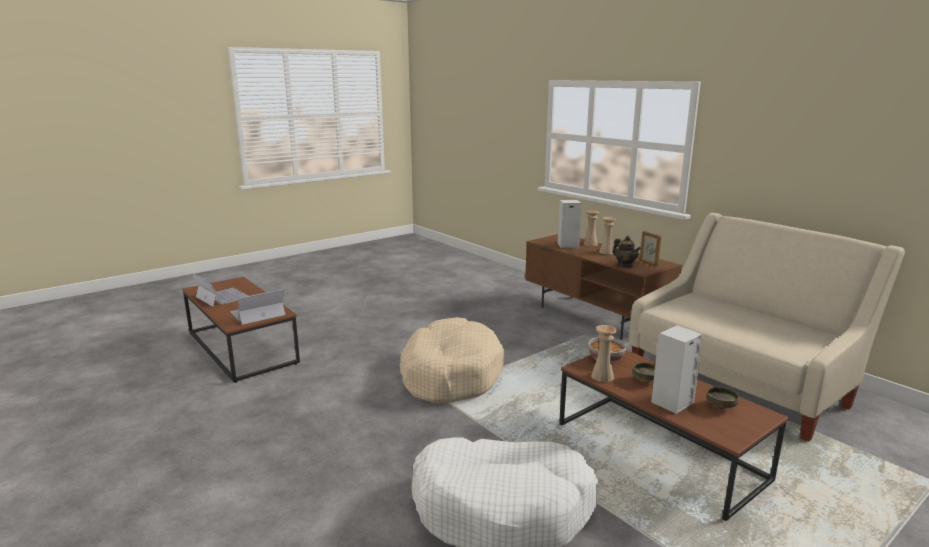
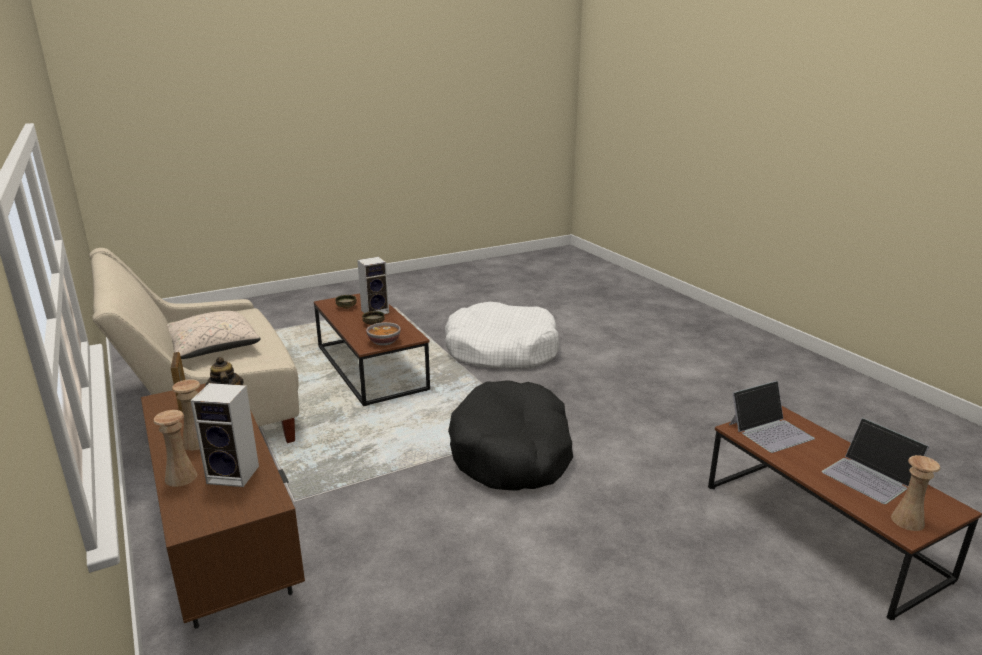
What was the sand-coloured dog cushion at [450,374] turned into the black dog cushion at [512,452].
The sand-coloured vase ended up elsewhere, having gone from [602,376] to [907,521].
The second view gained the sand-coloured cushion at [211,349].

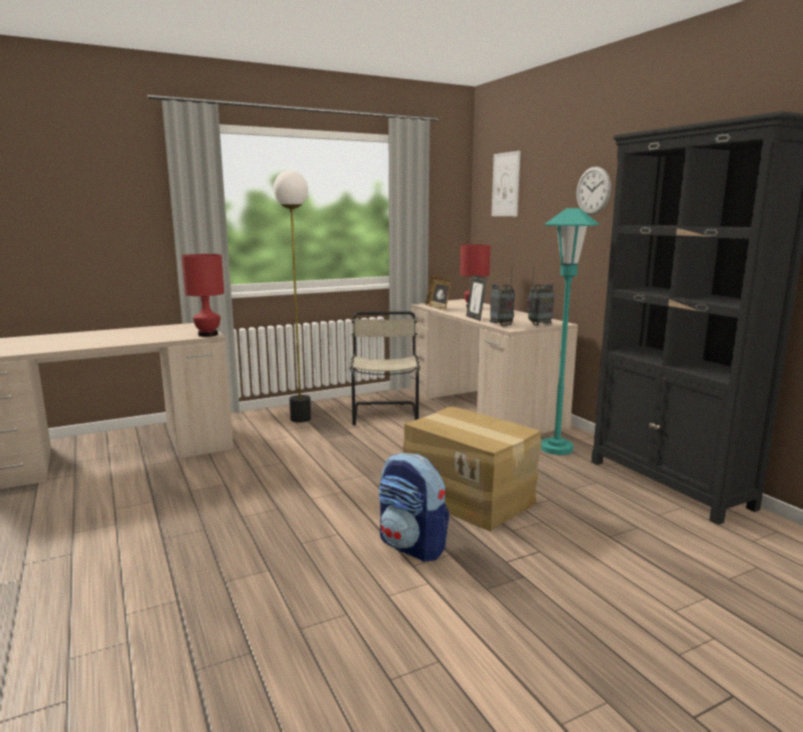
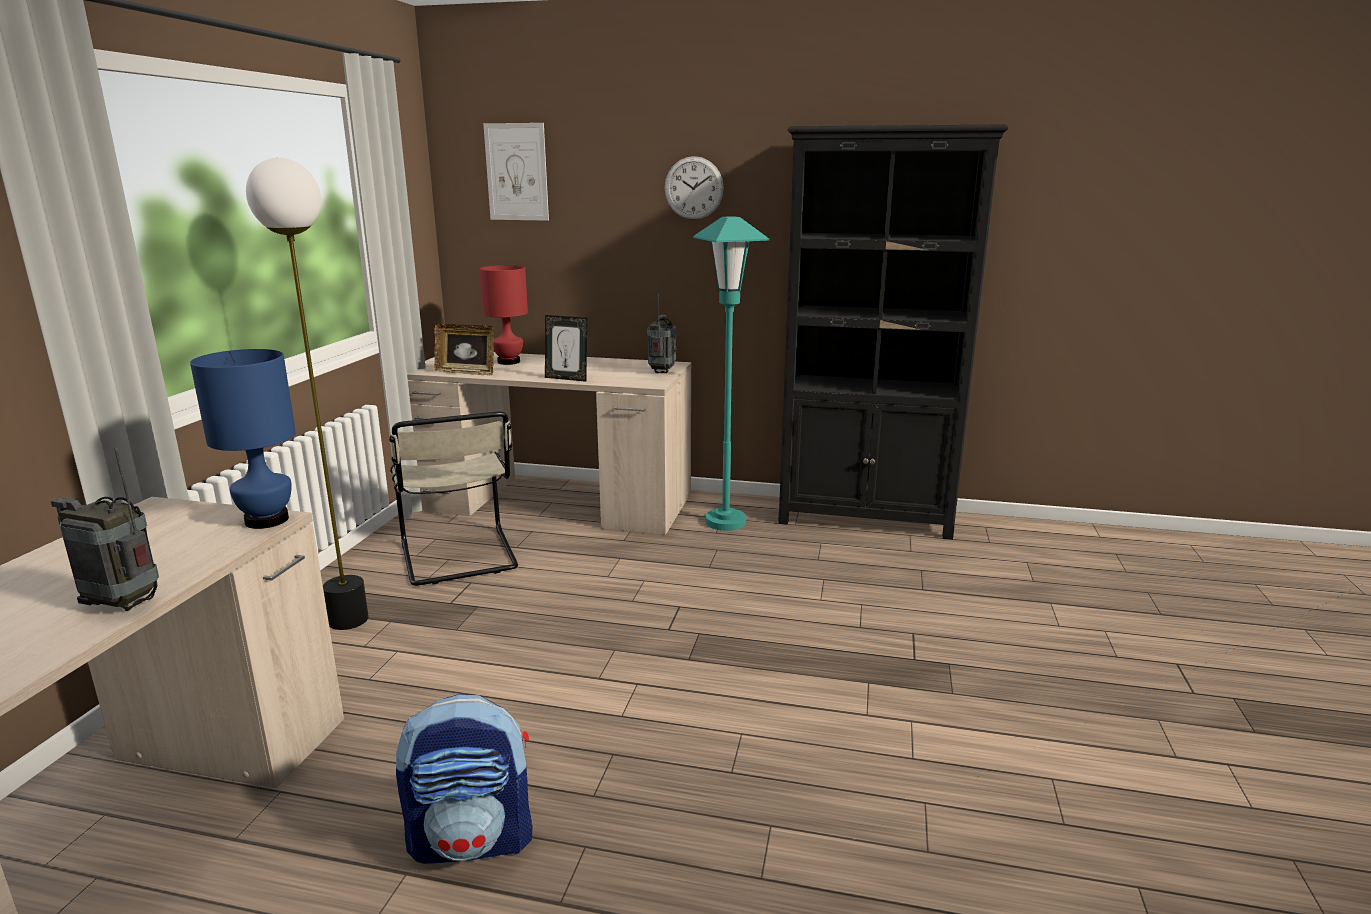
What was the red-coloured lamp for a table at [208,334] turned into the blue-coloured lamp for a table at [267,520].
The radio receiver ended up elsewhere, having gone from [501,325] to [123,604].
The sand-coloured upright chair at [385,413] ended up facing another way, 150 degrees counterclockwise from before.
The second view lost the packing box at [470,497].
The knapsack ended up elsewhere, having gone from [412,546] to [473,840].

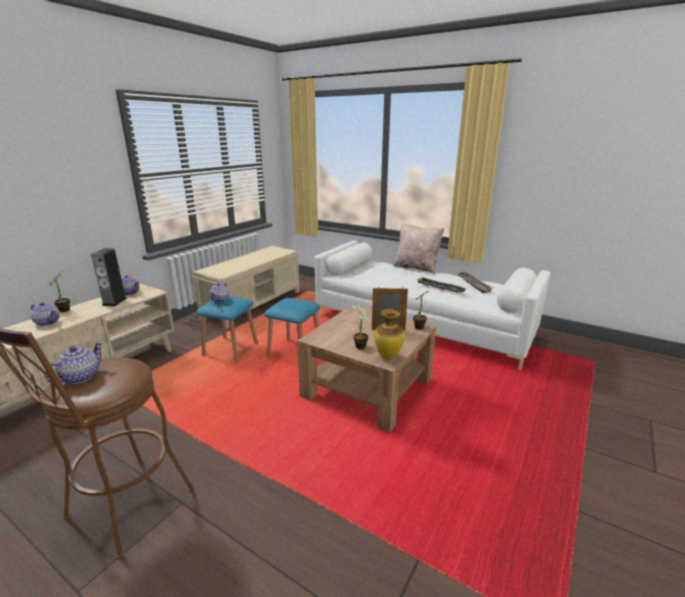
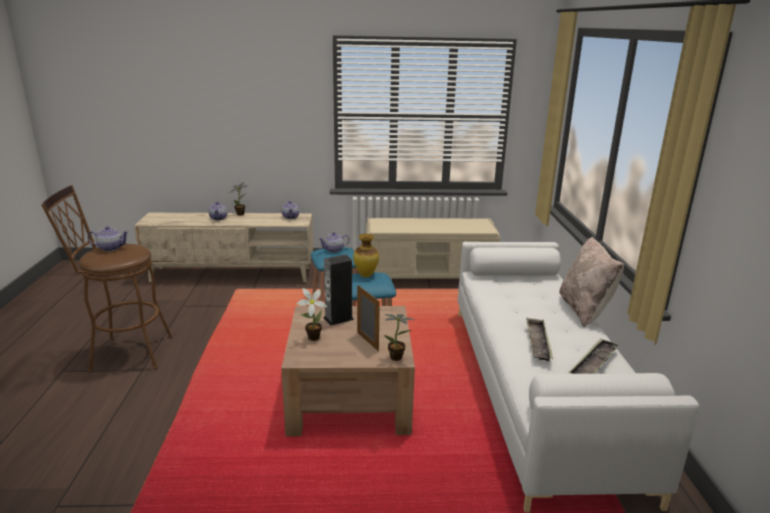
The audio speaker ended up elsewhere, having gone from [114,301] to [338,318].
The vase ended up elsewhere, having gone from [388,357] to [365,275].

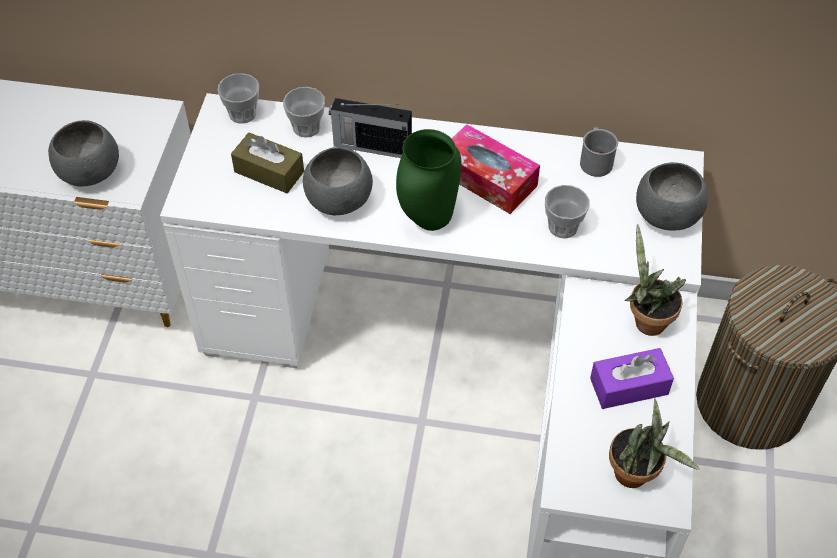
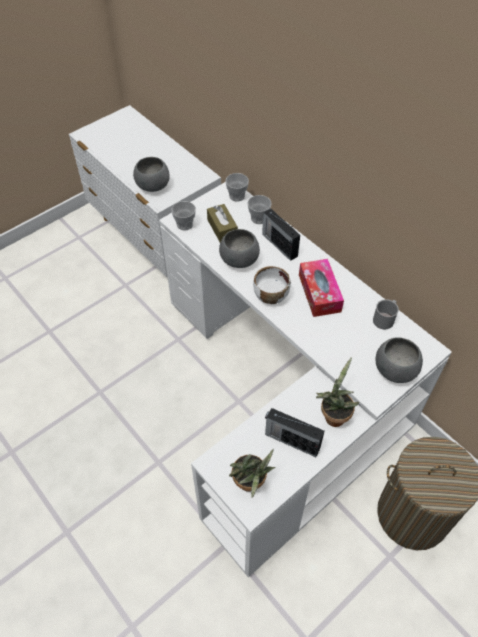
Where the green-coloured vase stood at [429,221], the white bowl came to stand at [270,295].
The small cup ended up elsewhere, having gone from [563,227] to [185,224].
Where the purple-coloured tissue box stood at [629,386], the radio receiver came to stand at [291,440].

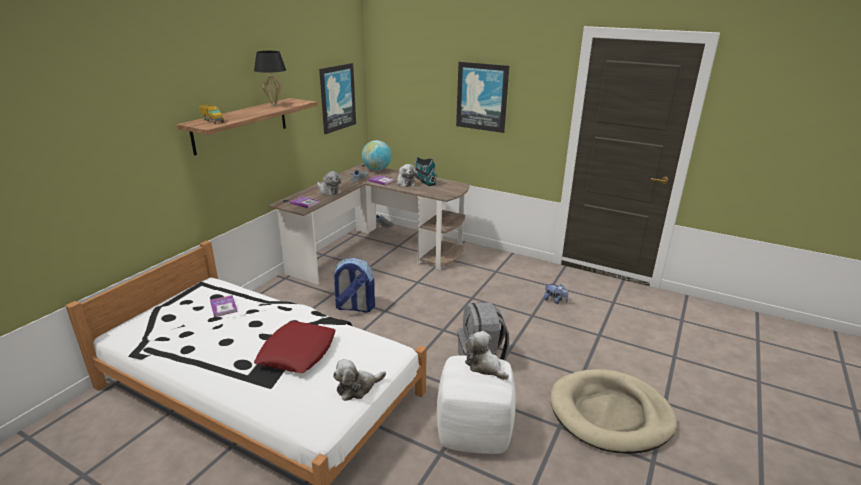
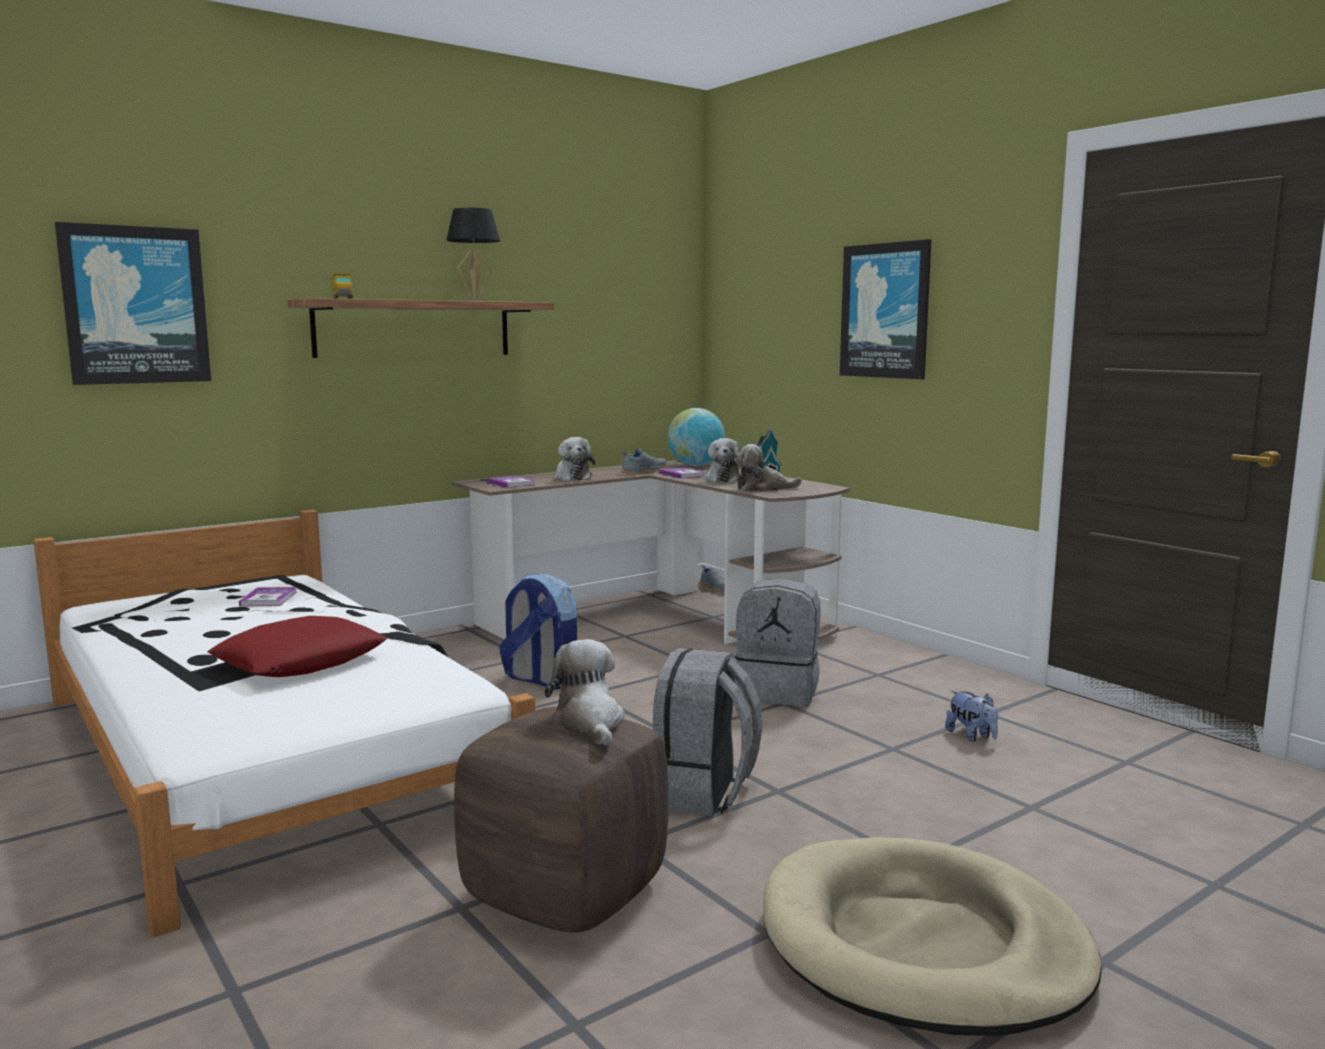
The picture ended up elsewhere, having gone from [337,98] to [136,305].
What was the white footrest at [474,432] turned into the brown-coloured footrest at [566,893].
The cuddly toy ended up elsewhere, having gone from [357,388] to [763,489].
The second view gained the greyish knapsack at [778,692].

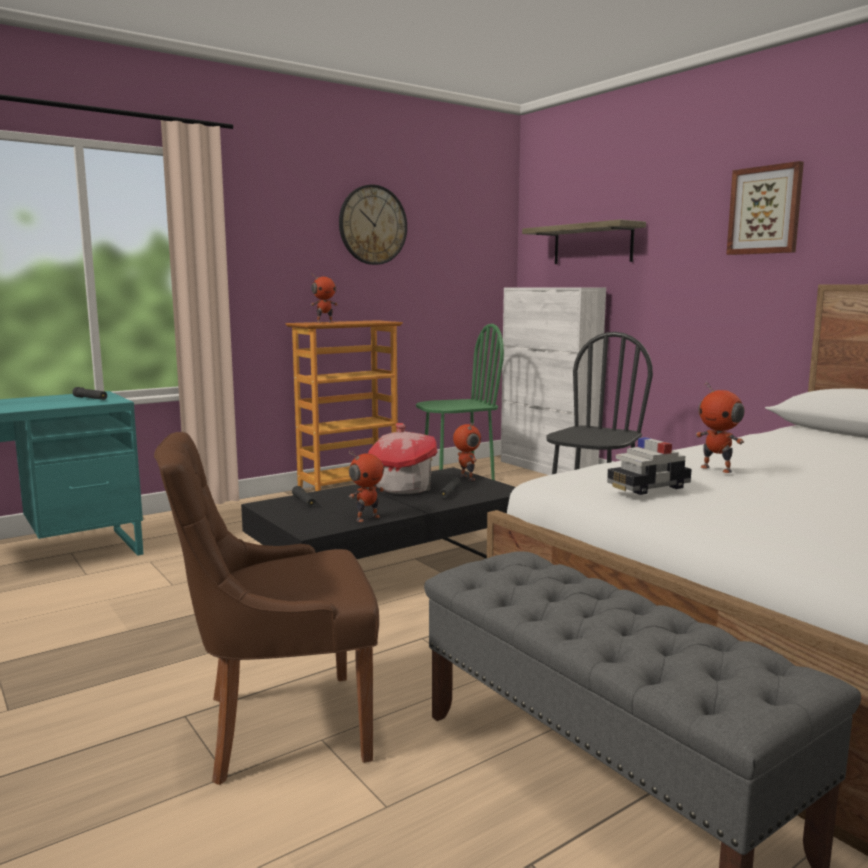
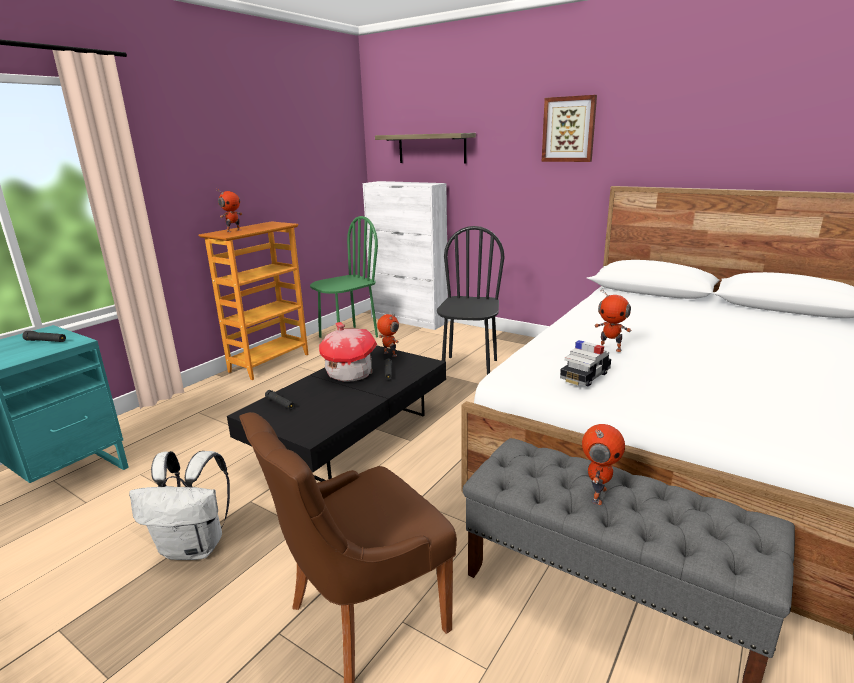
The second view lost the clock on the wall at [372,225].
The robot figure ended up elsewhere, having gone from [367,518] to [597,494].
The second view gained the white knapsack at [195,547].

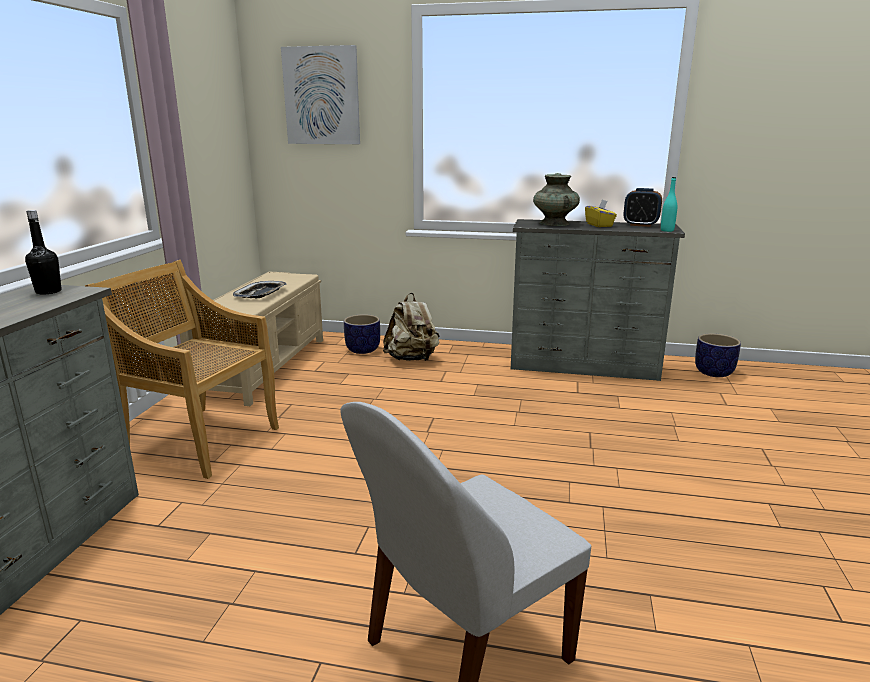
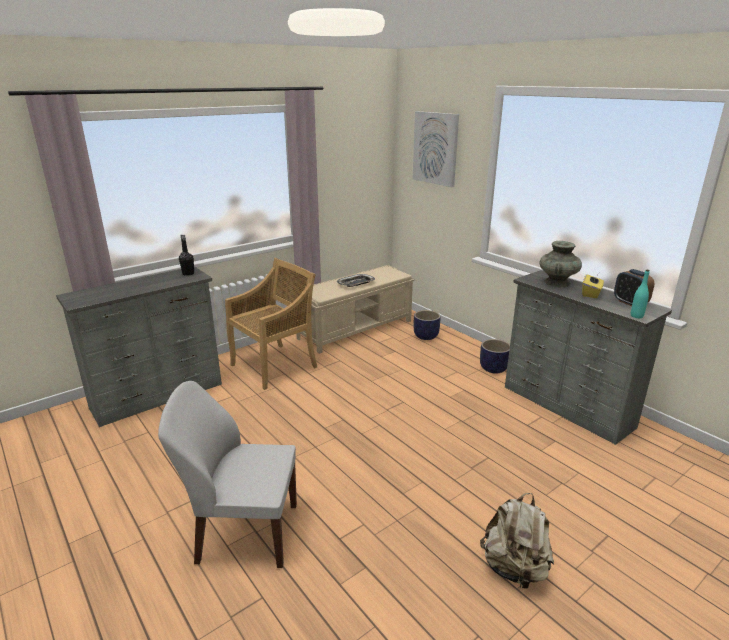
The sand-coloured upright chair at [201,440] ended up facing another way, 75 degrees clockwise from before.
The sand-coloured knapsack ended up elsewhere, having gone from [412,359] to [514,568].
The planter ended up elsewhere, having gone from [714,372] to [493,369].

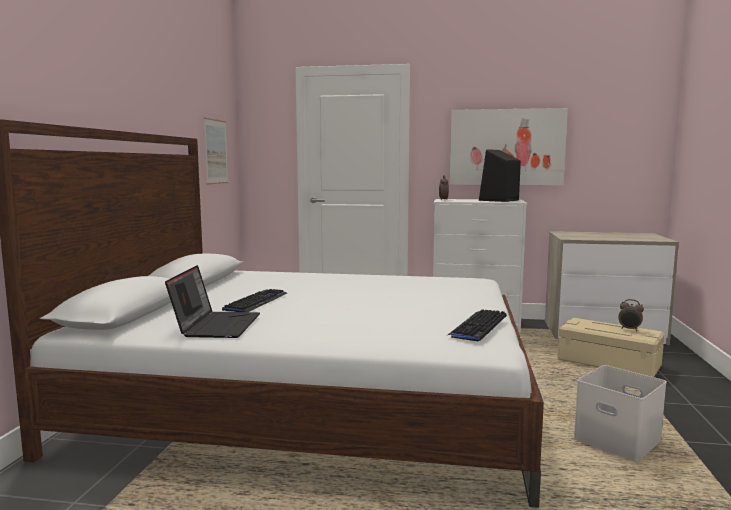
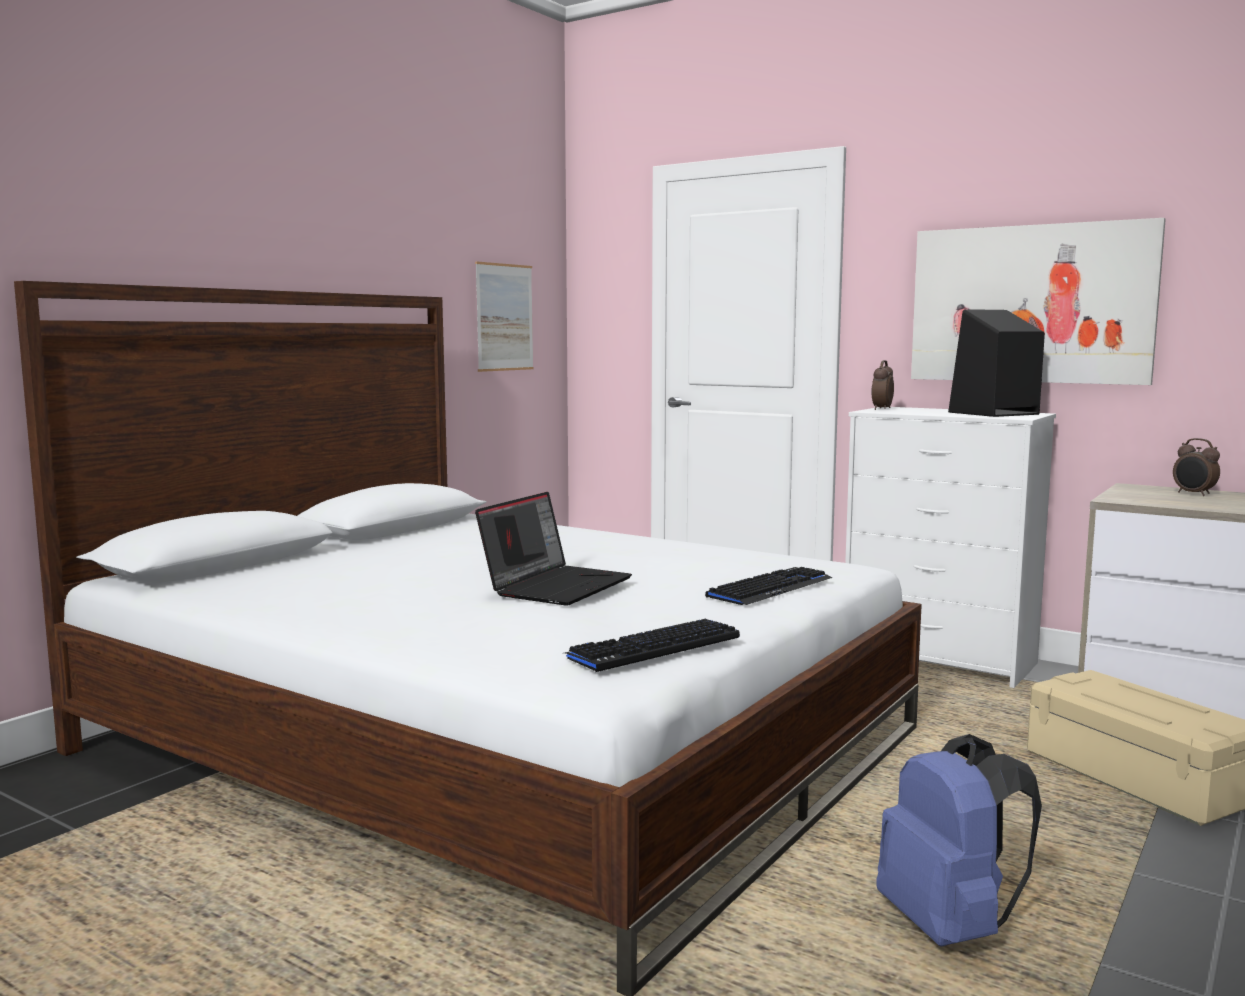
The laptop ended up elsewhere, having gone from [216,325] to [556,585].
The PC keyboard ended up elsewhere, having gone from [256,302] to [770,588].
The alarm clock ended up elsewhere, having gone from [629,329] to [1193,494].
Where the white storage container stood at [619,440], the blue-coloured knapsack came to stand at [950,927].

